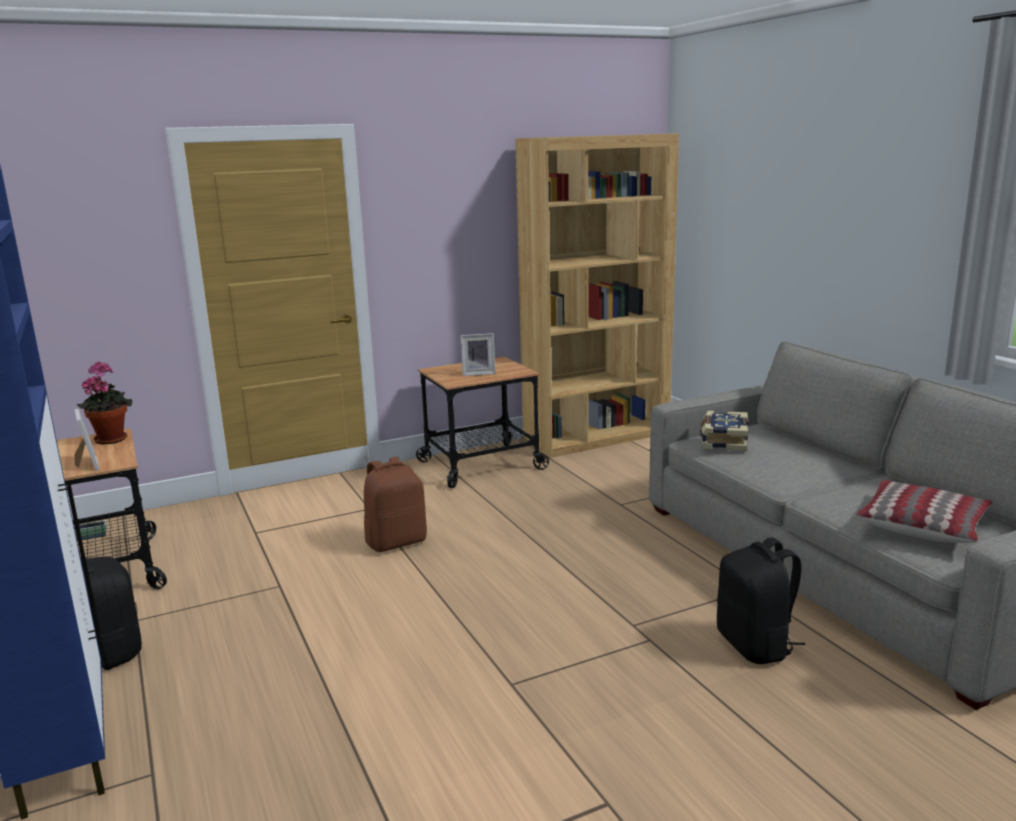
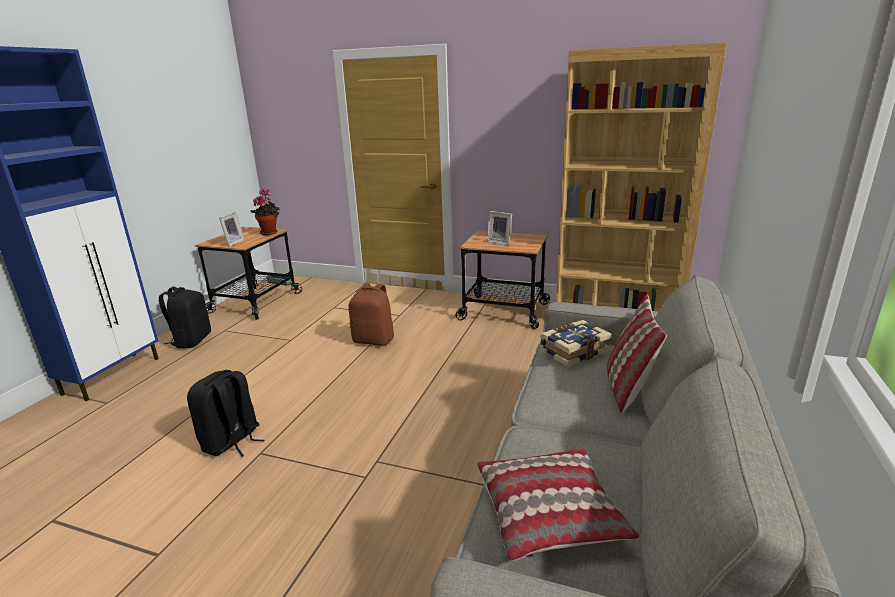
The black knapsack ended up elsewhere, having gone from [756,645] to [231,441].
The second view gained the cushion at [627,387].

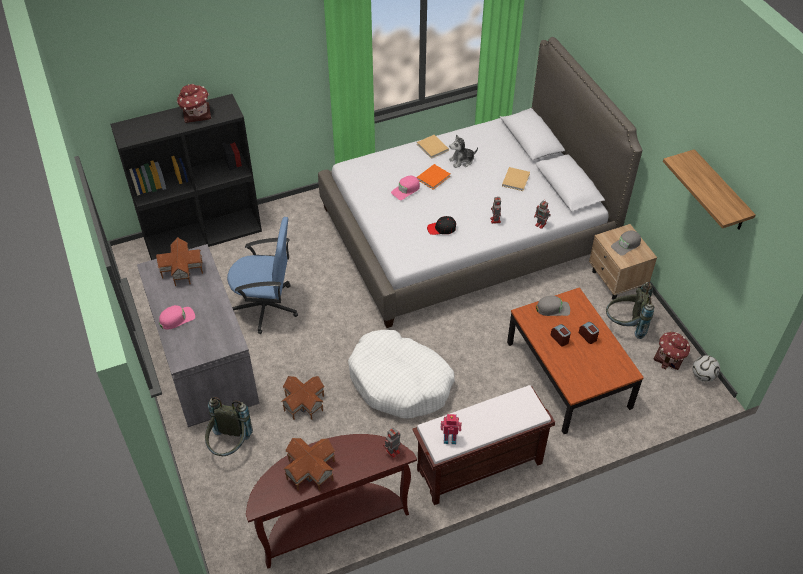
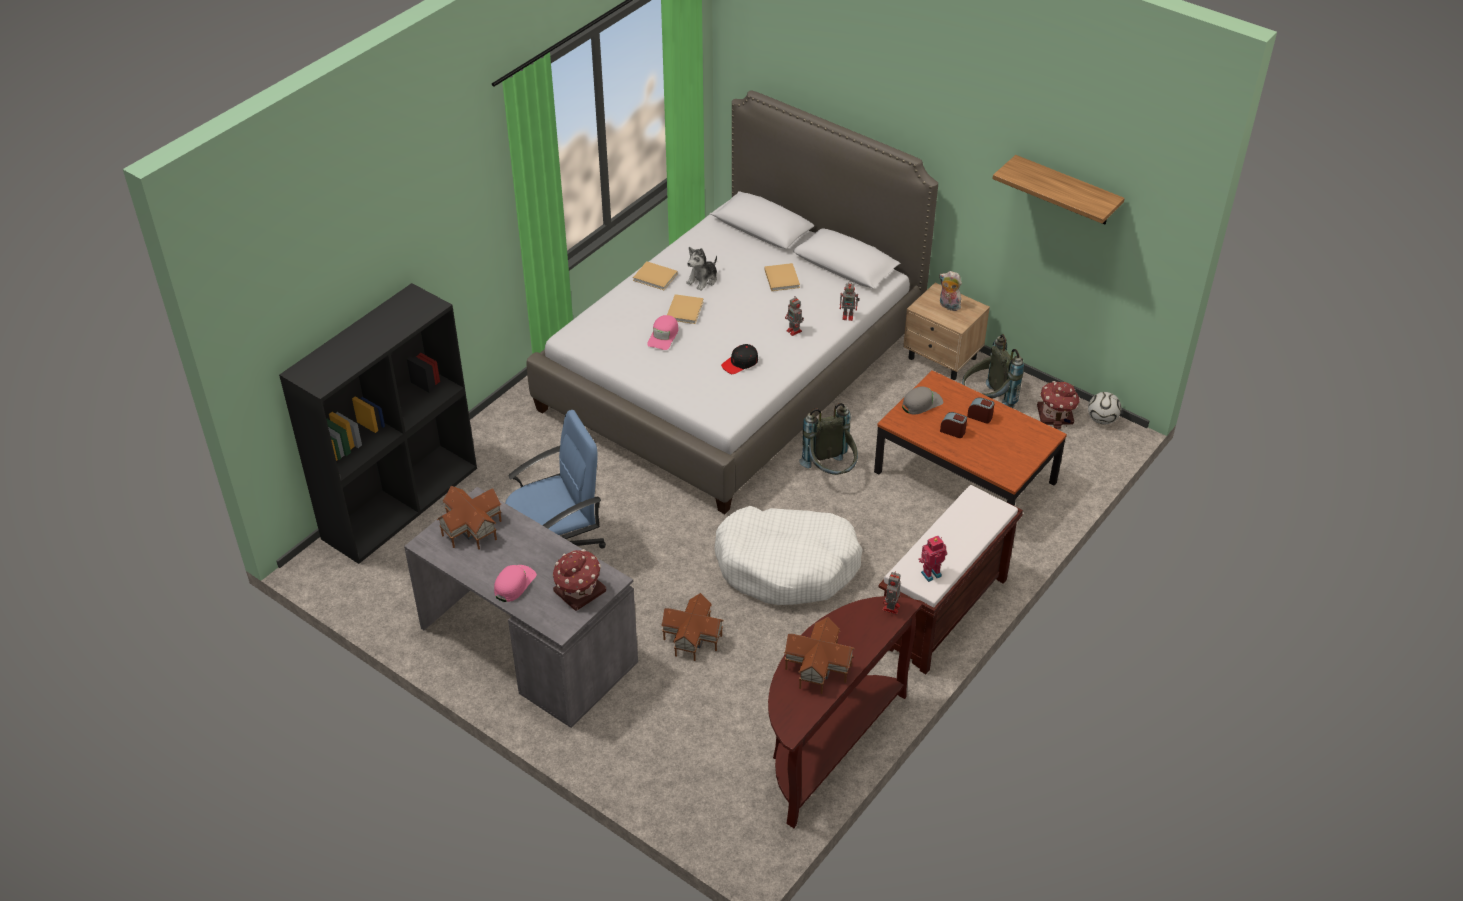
The miniature house ended up elsewhere, having gone from [196,114] to [578,592].
What was the orange-coloured book at [434,177] turned into the sand-coloured book at [685,309].
Where the greyish baseball cap stood at [626,245], the cuddly toy came to stand at [948,306].
The greyish knapsack ended up elsewhere, having gone from [230,446] to [830,472].

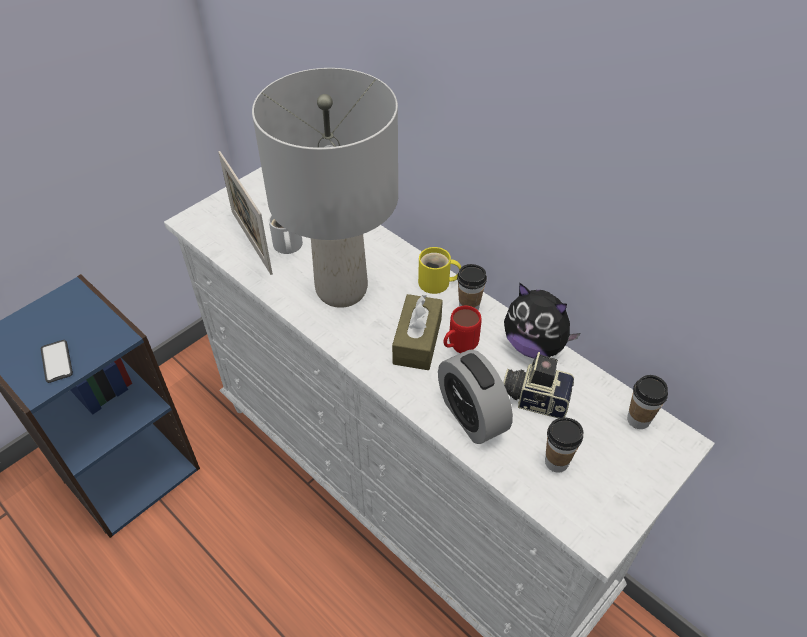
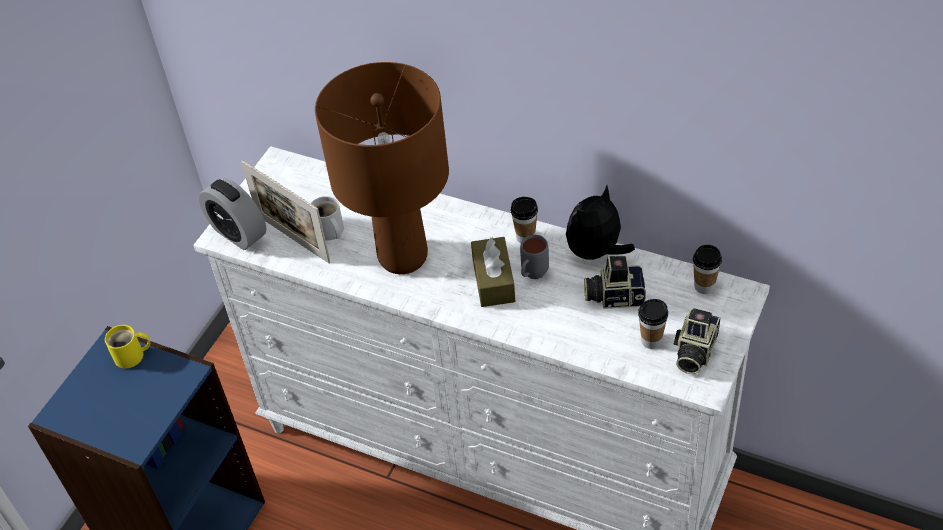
What was the greyish lamp for a table at [341,290] turned into the brown-coloured lamp for a table at [402,257].
The yellow-coloured tea mug ended up elsewhere, having gone from [437,283] to [132,356].
The cuddly toy at [534,346] ended up facing another way, 120 degrees clockwise from before.
What was the red-coloured tea mug at [458,349] turned into the greyish tea mug at [532,276].
The second view lost the telephone at [57,361].
The alarm clock ended up elsewhere, having gone from [471,416] to [238,233].
The second view gained the still camera at [693,351].

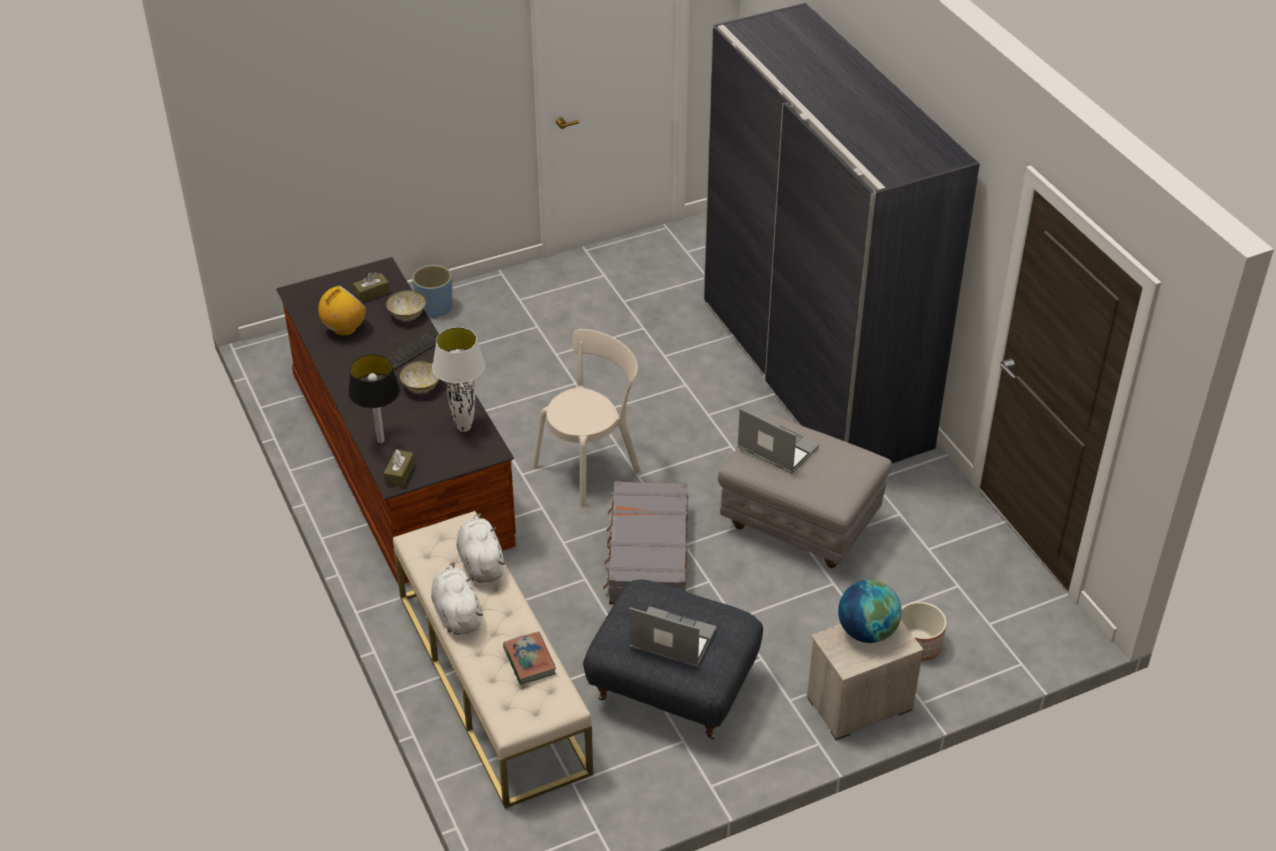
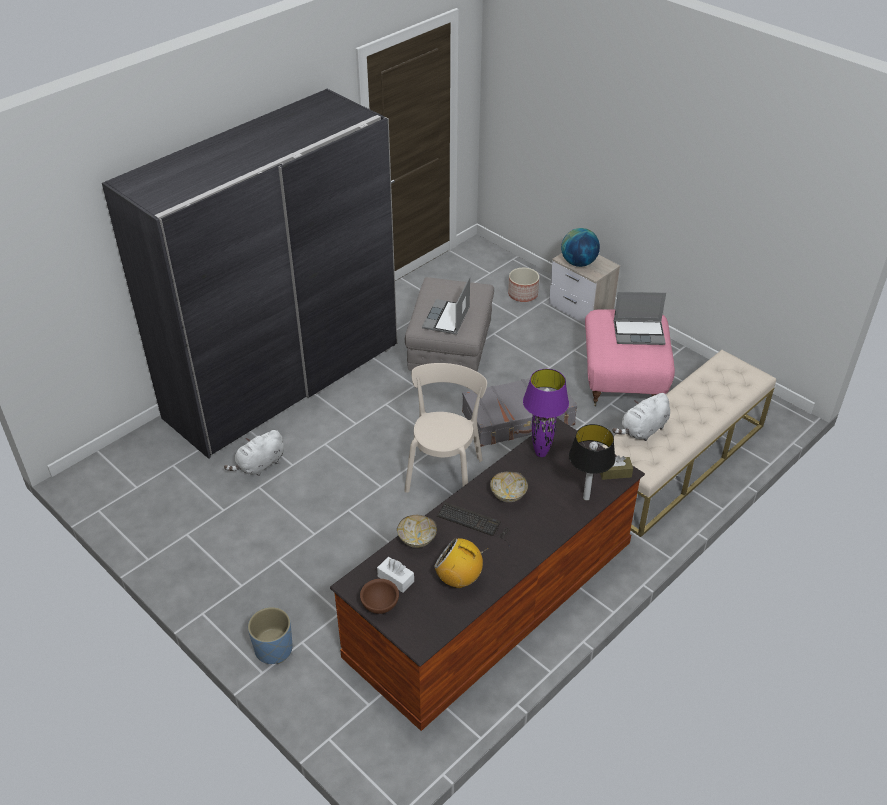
What was the brown-coloured tissue box at [372,293] turned into the white tissue box at [395,579].
What was the white lamp for a table at [464,427] turned into the purple-coloured lamp for a table at [540,453].
The sand-coloured upright chair at [590,466] ended up facing another way, 75 degrees clockwise from before.
The white cuddly toy ended up elsewhere, having gone from [457,613] to [259,465].
What was the greyish footrest at [671,689] turned into the pinkish footrest at [624,380].
The laptop at [671,639] ended up facing another way, 90 degrees counterclockwise from before.
The second view lost the book at [529,661].
The second view gained the brown-coloured bowl at [380,605].

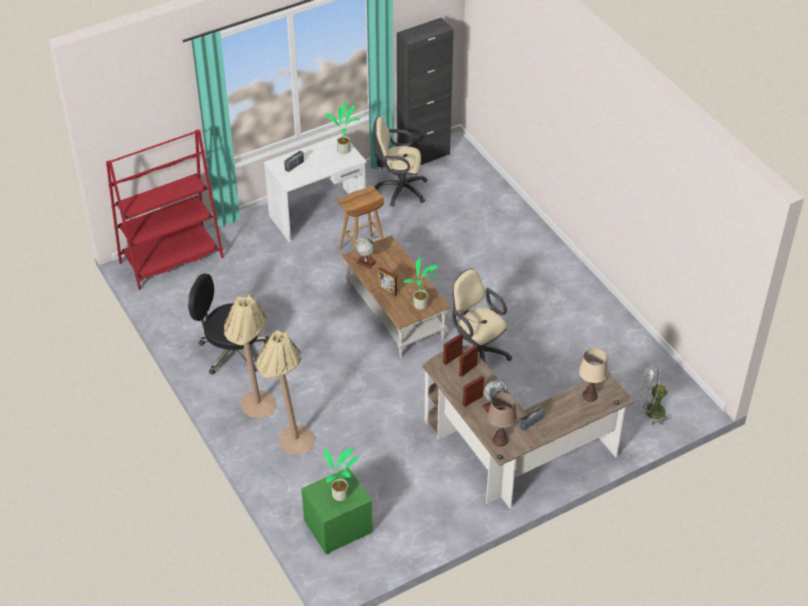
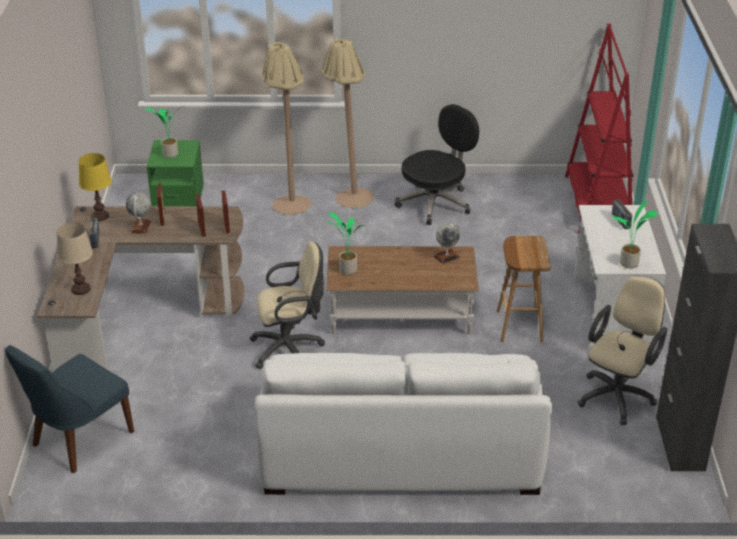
The second view lost the photo frame at [387,291].
Where the white electric fan stood at [650,412], the blue-coloured upright chair came to stand at [79,440].
What was the brown-coloured lamp for a table at [500,440] turned into the yellow-coloured lamp for a table at [100,216].
The second view gained the white settee at [400,447].

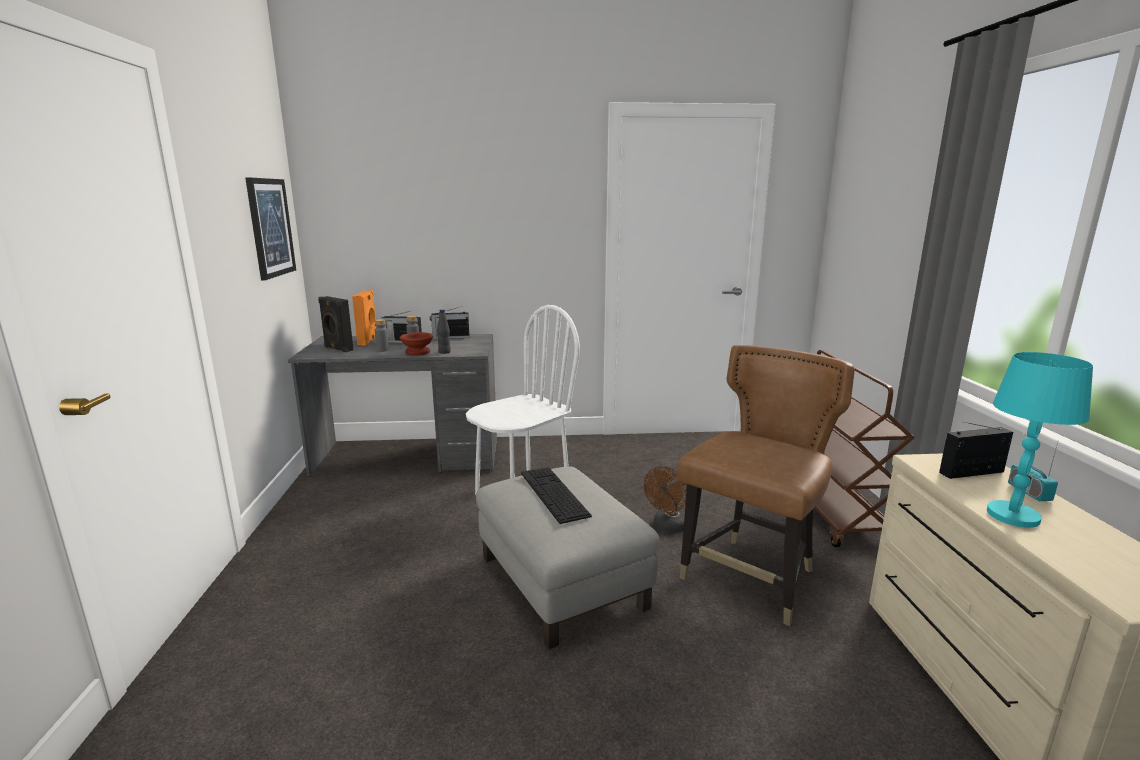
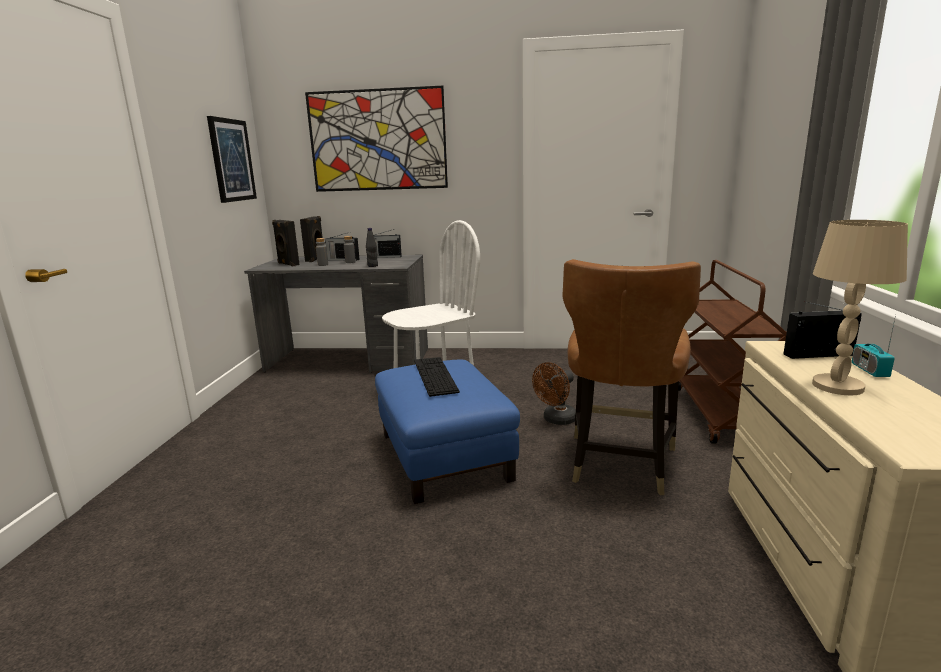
What was the orange-coloured audio speaker at [368,341] turned into the black audio speaker at [316,259].
The second view lost the brown-coloured bowl at [418,352].
The brown-coloured upright chair at [751,578] ended up facing another way, 150 degrees clockwise from before.
What was the turquoise lamp for a table at [1012,515] turned into the sand-coloured lamp for a table at [837,386].
What was the greyish footrest at [562,581] turned into the blue-coloured footrest at [445,456].
The second view gained the picture at [377,140].

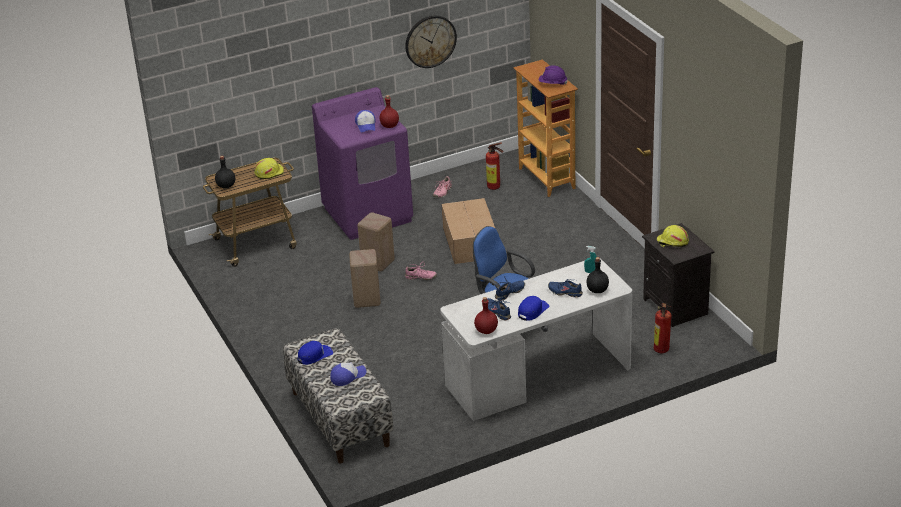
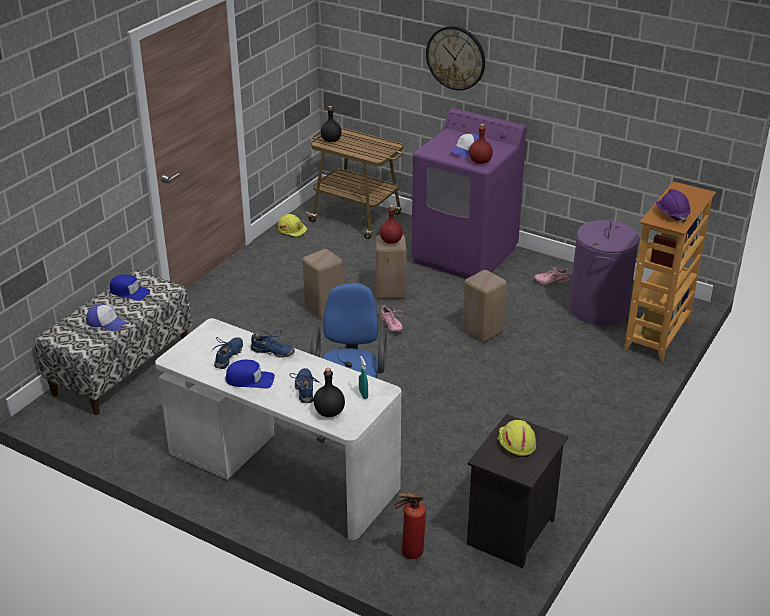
The clock on the wall ended up elsewhere, having gone from [430,41] to [456,58].
Where the fire-fighting cylinder stood at [495,187], the purple-coloured laundry basket came to stand at [598,309].
The yellow-coloured work helmet ended up elsewhere, having gone from [269,172] to [292,230].
Where the packing box stood at [470,242], the sand-coloured stool seat came to stand at [483,331].
The red-coloured drink bottle ended up elsewhere, having gone from [486,330] to [391,241].

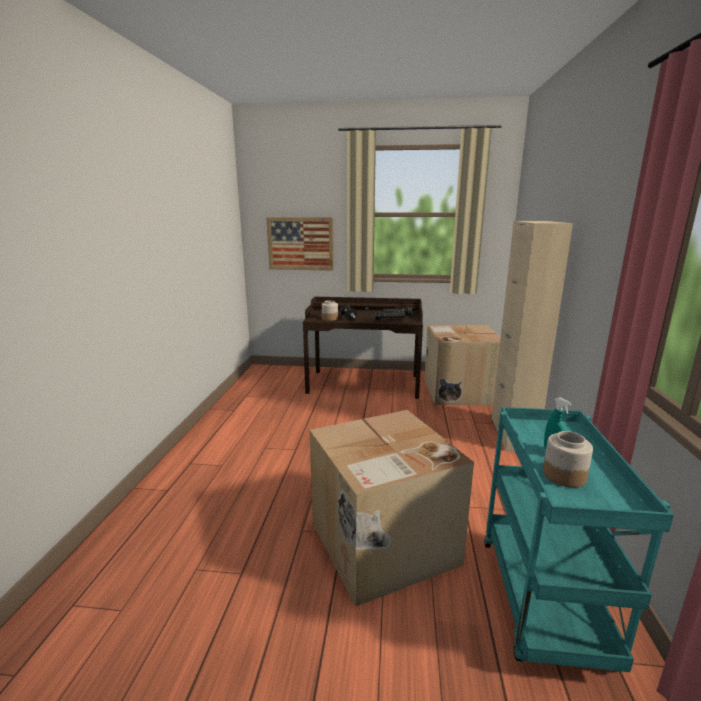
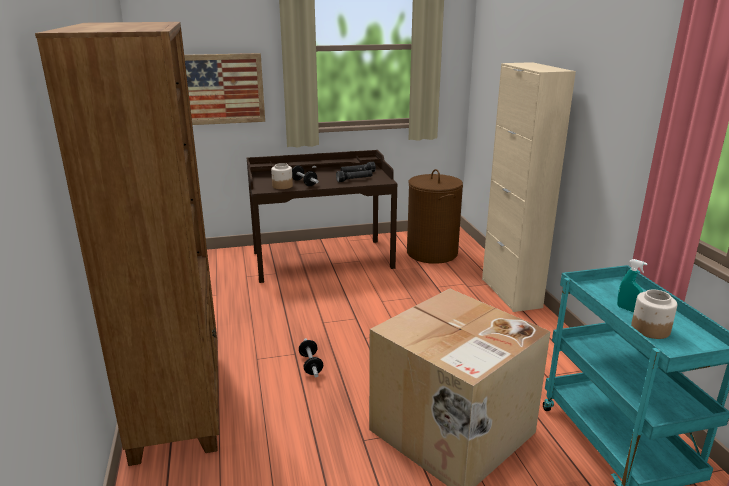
Where the packing box stood at [458,391], the brown-coloured laundry basket came to stand at [431,253].
The second view gained the brown-coloured bookcase at [179,402].
The second view gained the hand weight at [311,365].

